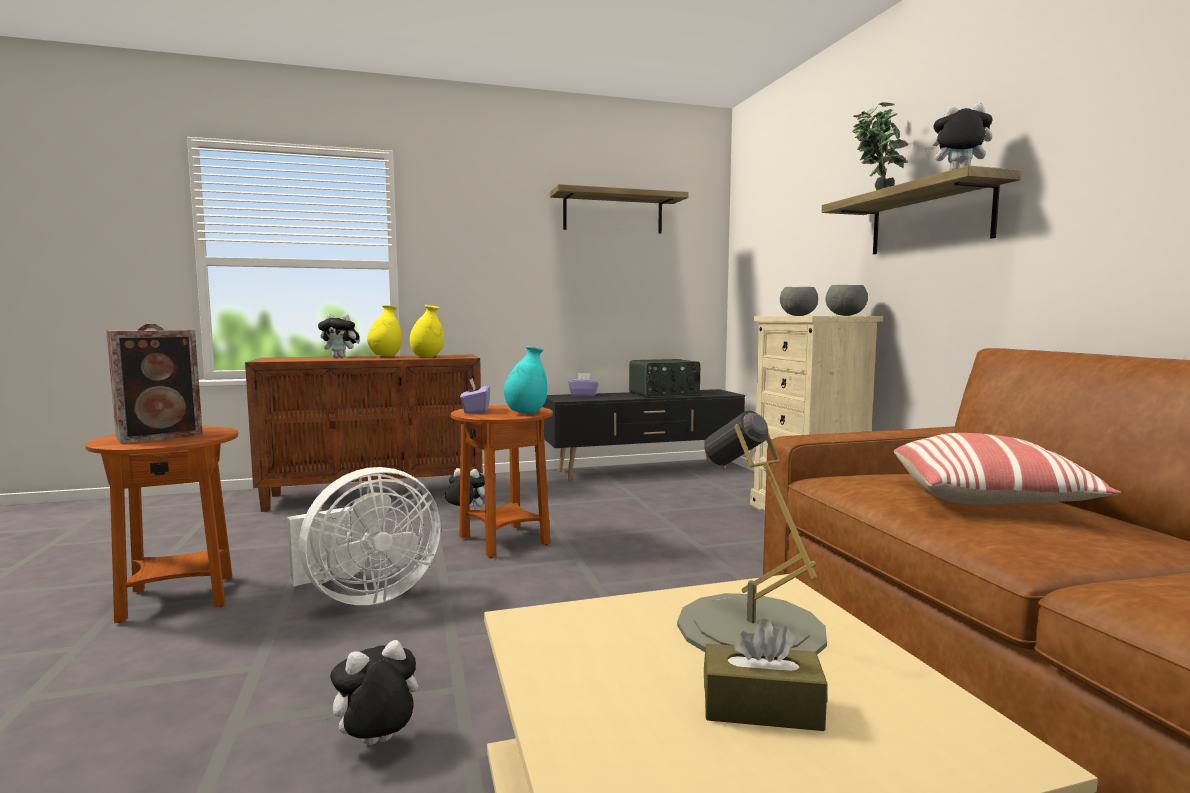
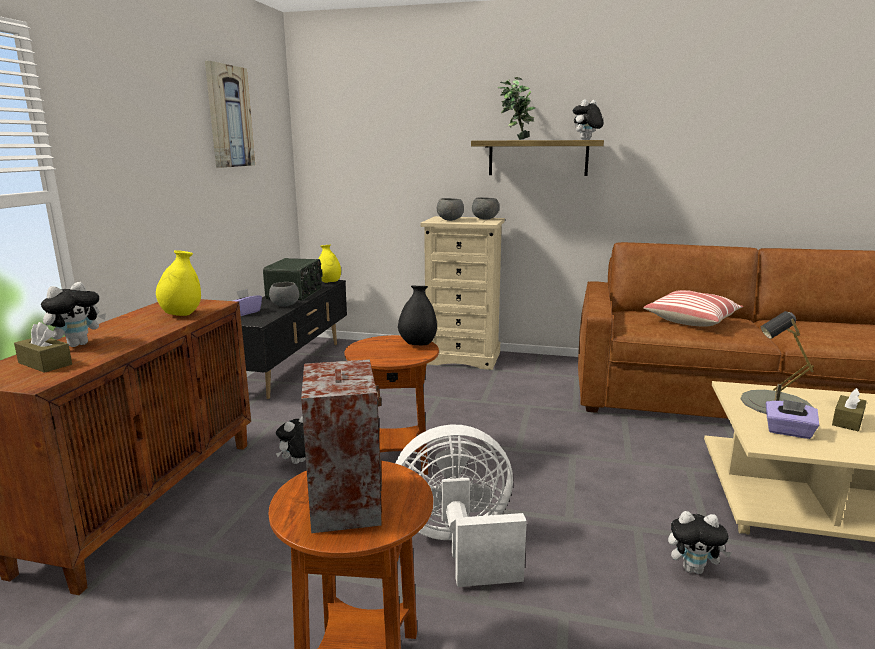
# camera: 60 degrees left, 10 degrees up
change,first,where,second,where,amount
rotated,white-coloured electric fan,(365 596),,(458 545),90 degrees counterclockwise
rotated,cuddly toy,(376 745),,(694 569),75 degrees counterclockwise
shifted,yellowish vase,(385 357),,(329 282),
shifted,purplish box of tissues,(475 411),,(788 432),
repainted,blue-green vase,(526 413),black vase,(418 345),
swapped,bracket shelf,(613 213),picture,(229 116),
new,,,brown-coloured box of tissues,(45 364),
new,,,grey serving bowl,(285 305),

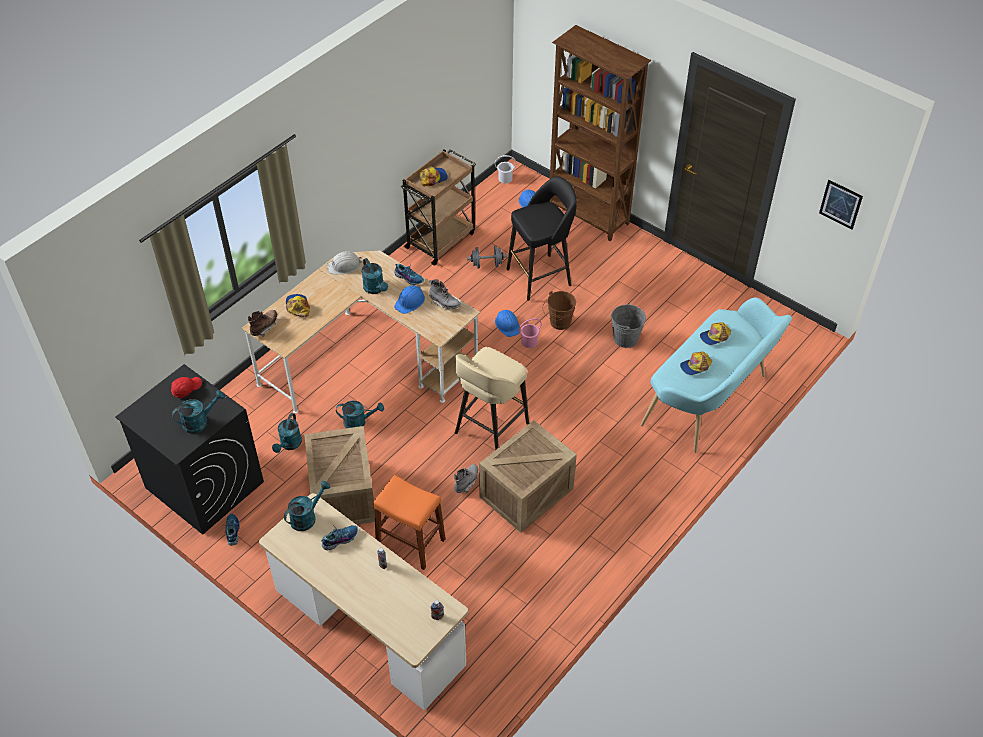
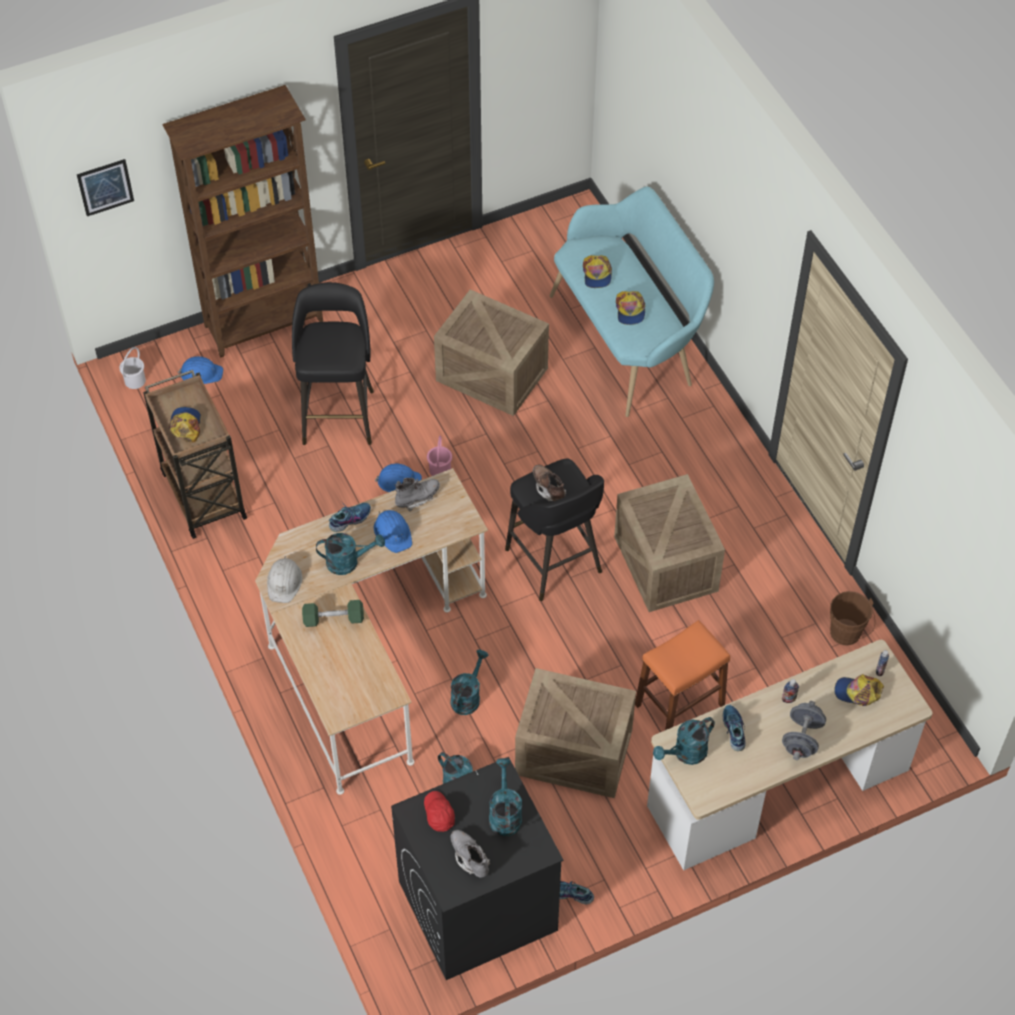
# camera: 65 degrees left, 5 degrees up
change,first,where,second,where,amount
shifted,brown-coloured tall boot,(264 327),,(549 488),
rotated,blue-green watering can,(307 517),,(685 754),105 degrees counterclockwise
shifted,baseball cap,(297 306),,(857 692),
shifted,grey tall boot,(466 482),,(470 857),
repainted,beige-coloured stool,(490 429),black stool,(554 563),
shifted,grey free weight,(487 264),,(802 739),
shifted,brown-coloured bucket,(558 323),,(846 635),
swapped,grey bucket,(625 338),shipping crate,(490 374),
shifted,picture,(840 204),,(105 187),
new,,,green-coloured free weight,(333 619),

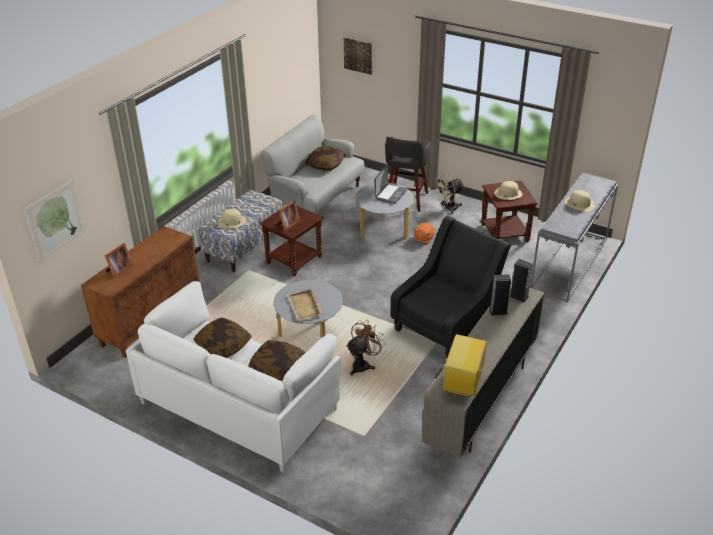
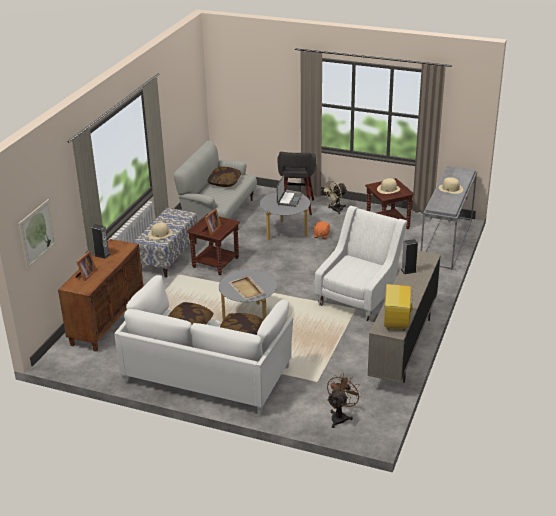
# camera: 10 degrees left, 5 degrees down
change,first,where,second,where,amount
gone,picture,(358 55),,,
shifted,brown-coloured electric fan,(363 364),,(340 416),
repainted,black lounge chair,(446 325),white-coloured lounge chair,(359 297),
shifted,speaker,(519 296),,(102 255),

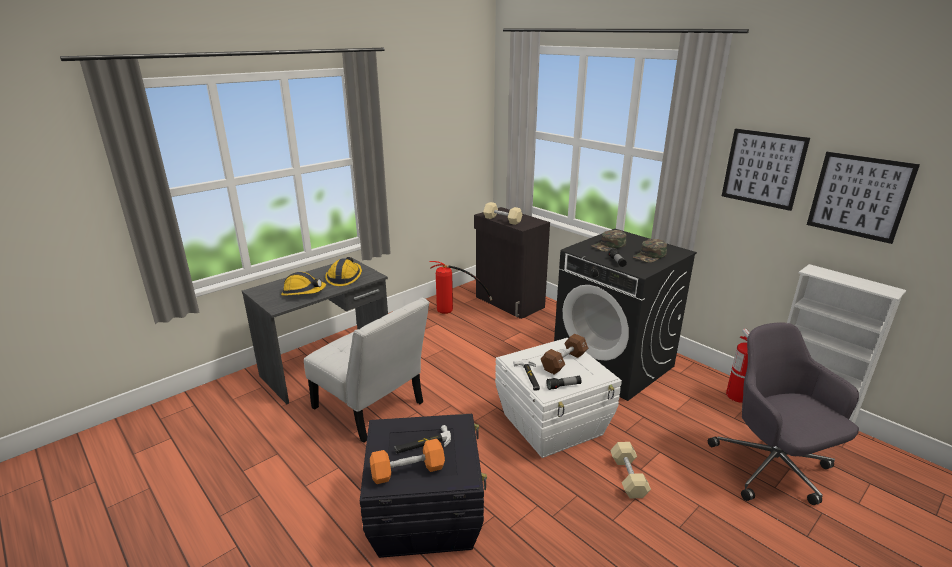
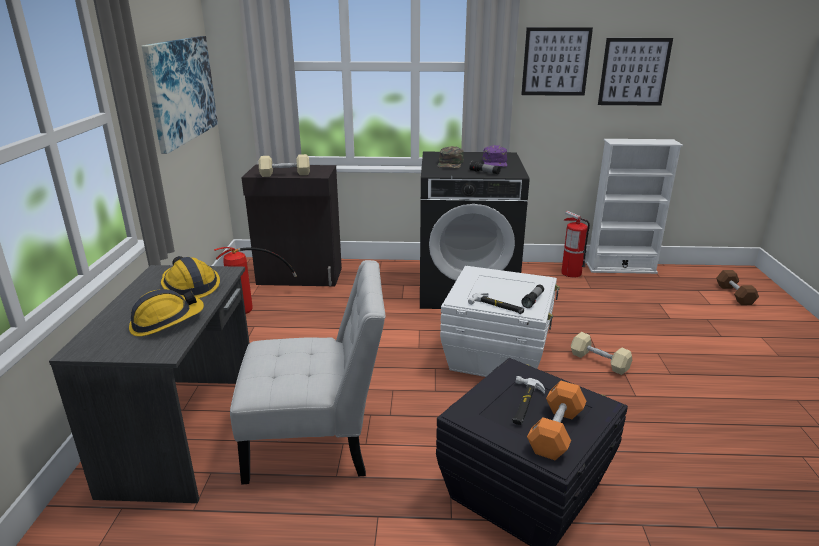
# camera: 45 degrees left, 0 degrees up
change,first,where,second,where,amount
shifted,brown-coloured free weight,(564 362),,(734 294),
repainted,green-coloured baseball cap,(650 256),purplish baseball cap,(495 162),
gone,grey computer chair,(772 469),,,
new,,,picture,(181 90),

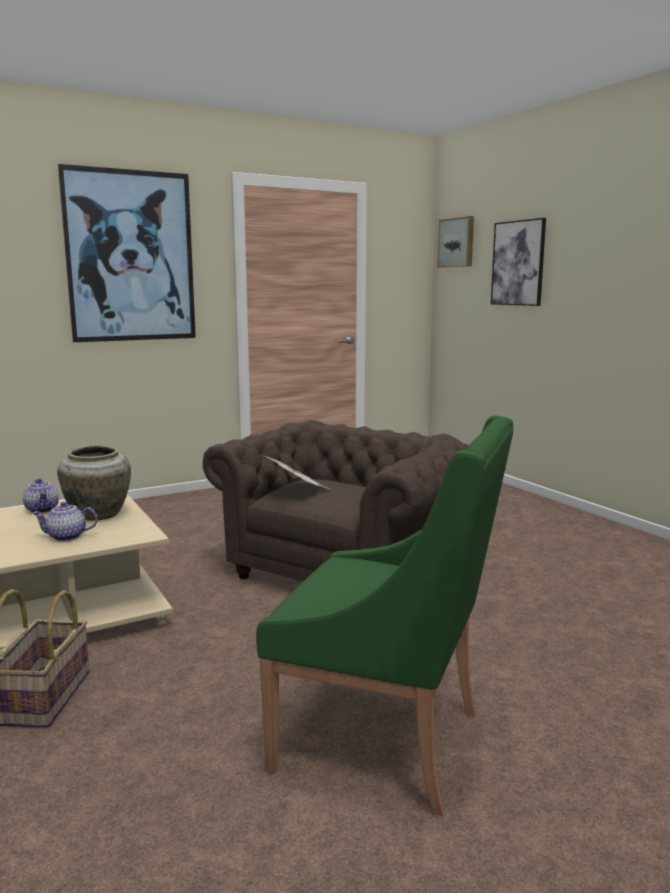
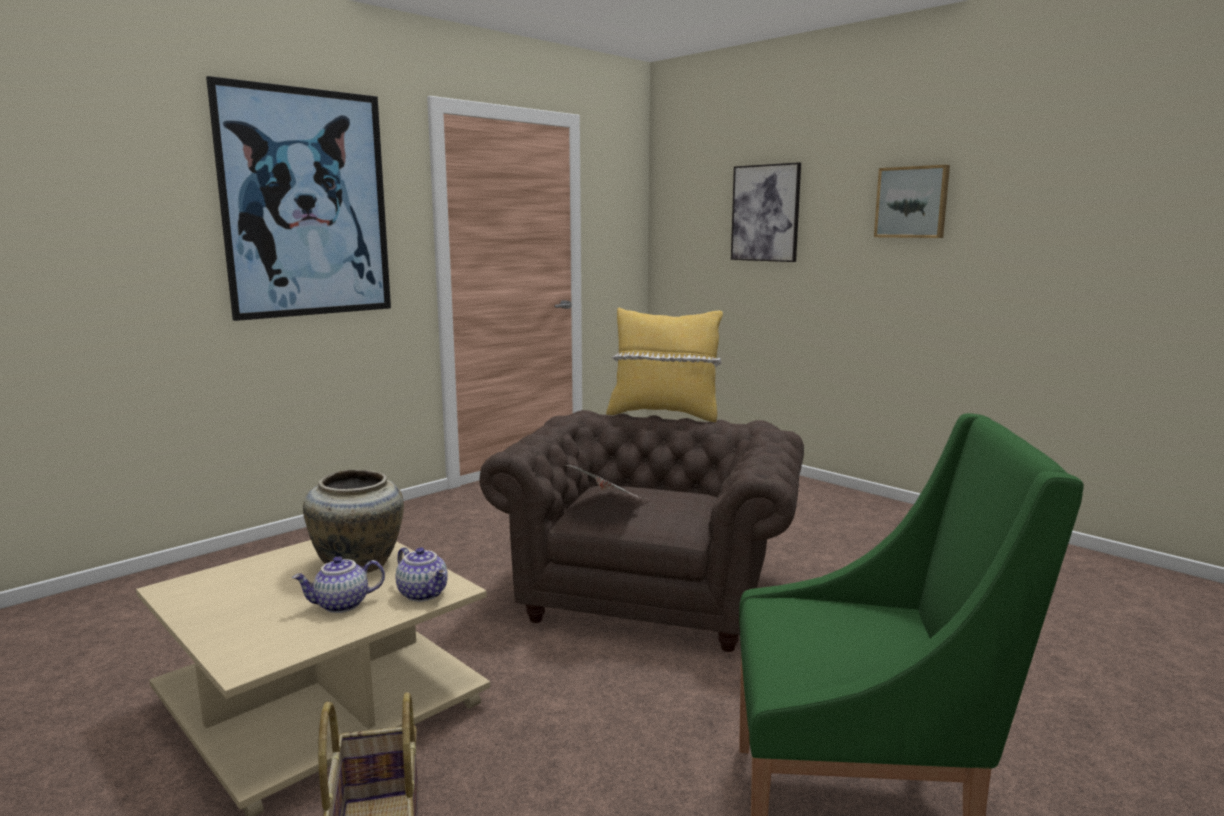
# camera: 15 degrees left, 0 degrees up
change,first,where,second,where,amount
shifted,pot for tea,(43 510),,(424 594),
shifted,picture,(457 242),,(912 202),
new,,,yellowish throw pillow,(664 414),

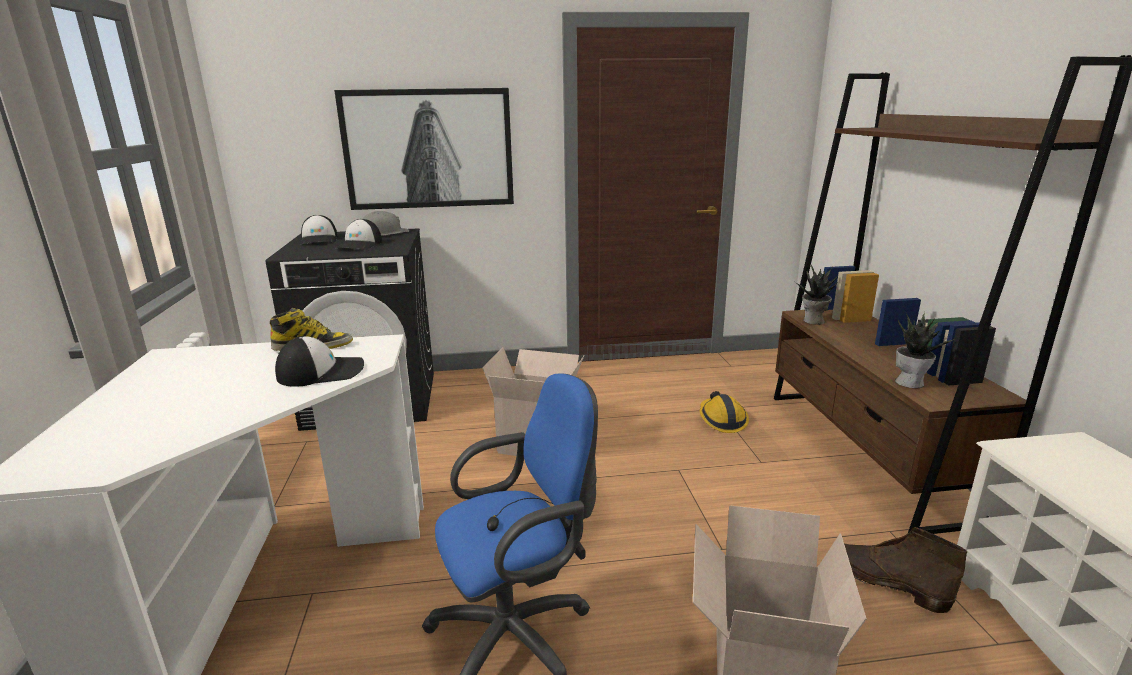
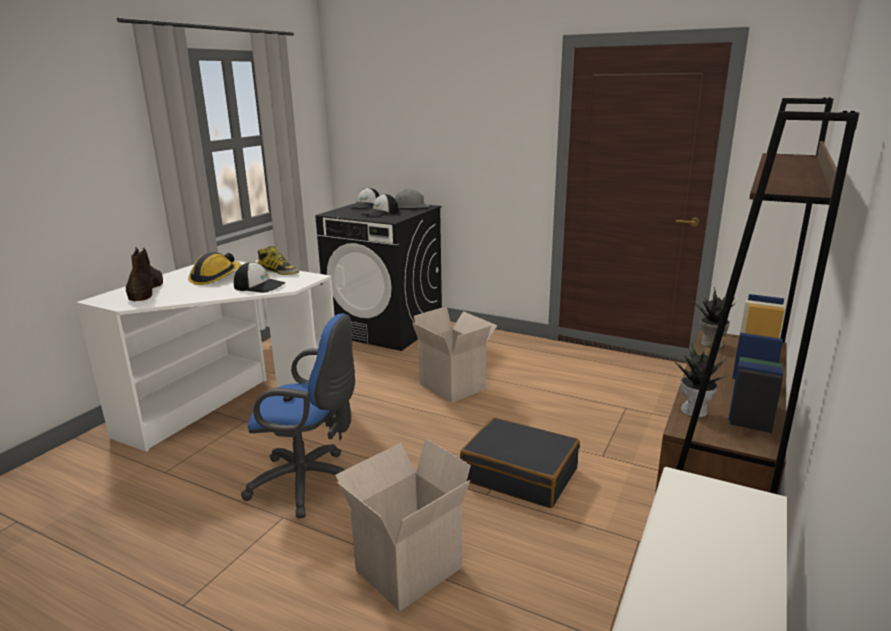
# camera: 35 degrees right, 0 degrees up
change,first,where,second,where,amount
gone,picture,(428 149),,,
shifted,safety helmet,(722 419),,(215 277),
shifted,brown-coloured tall boot,(886 582),,(146 289),
new,,,black suitcase,(520 474),

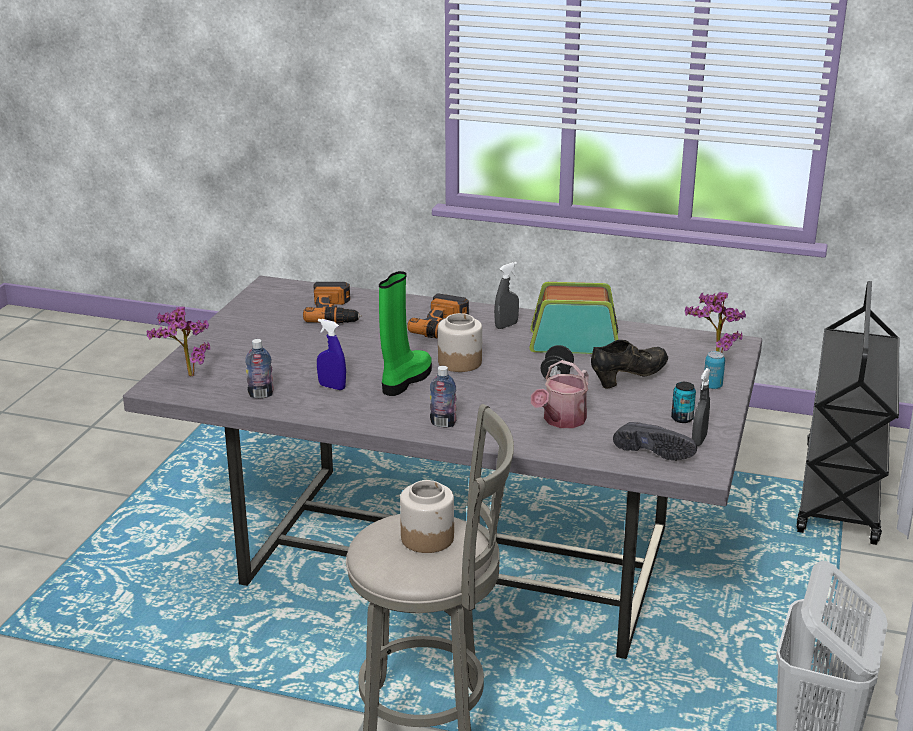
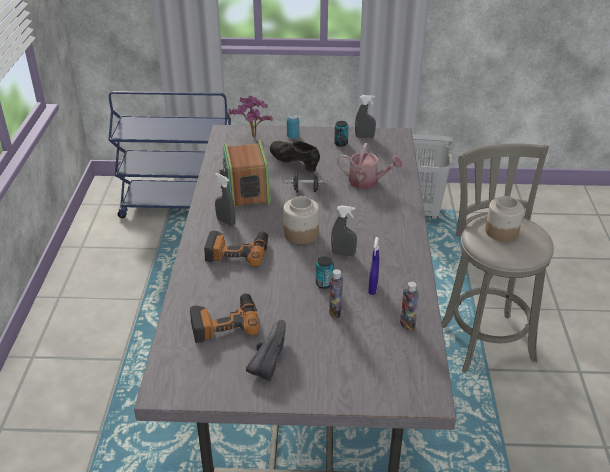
# camera: 105 degrees left, 10 degrees up
change,first,where,second,where,amount
gone,plant in a pot,(185 375),,,
swapped,green-coloured tall boot,(405 380),grey sprayer,(343 254),
shifted,drink bottle,(443 424),,(335 311),
shifted,black low shoe,(655 450),,(267 357),
repainted,black wheeled cart,(841 494),blue wheeled cart,(180 205),
new,,,metal can,(324 284),

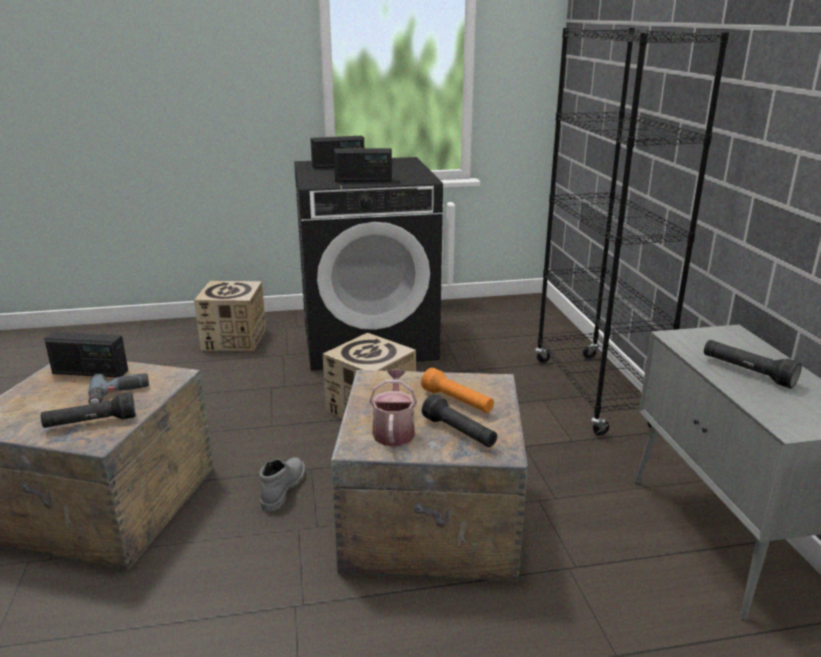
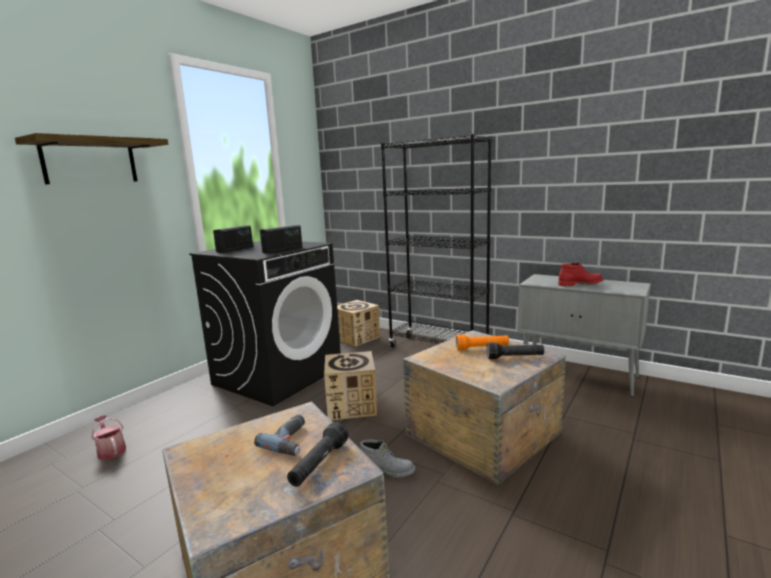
# camera: 45 degrees left, 10 degrees down
change,first,where,second,where,amount
gone,radio receiver,(90 372),,,
shifted,cardboard box,(234 339),,(357 338),
rotated,grey tall boot,(282 488),,(386 470),135 degrees clockwise
shifted,watering can,(394 430),,(111 450),
swapped,black hand torch,(747 372),reddish tall boot,(579 284),
new,,,bracket shelf,(90 161),

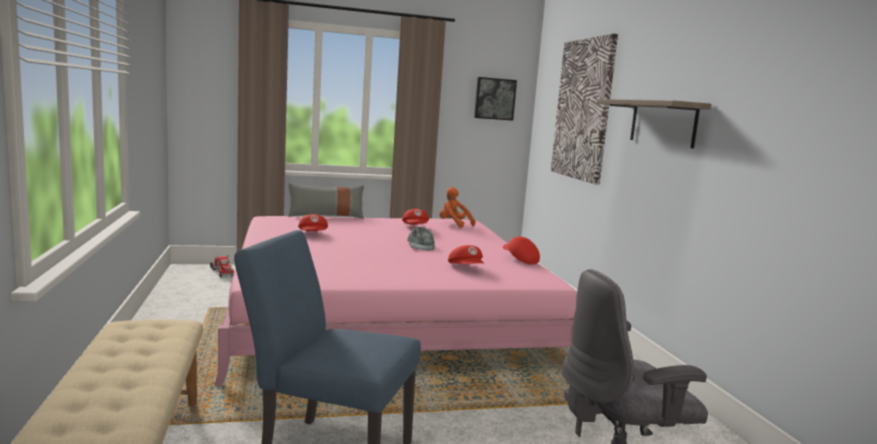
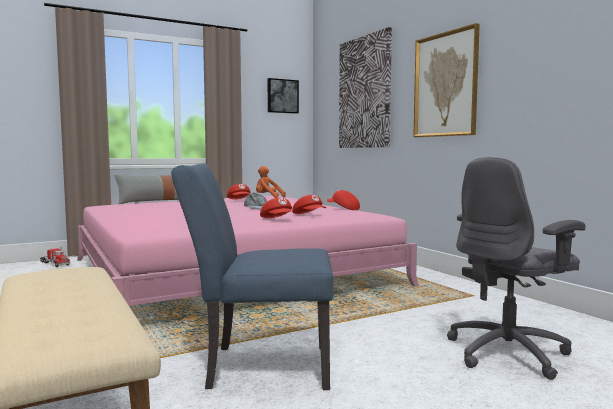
# camera: 15 degrees left, 5 degrees down
change,first,where,second,where,amount
shifted,reddish baseball cap,(313 234),,(278 220),
swapped,bracket shelf,(662 123),picture,(445 85),

